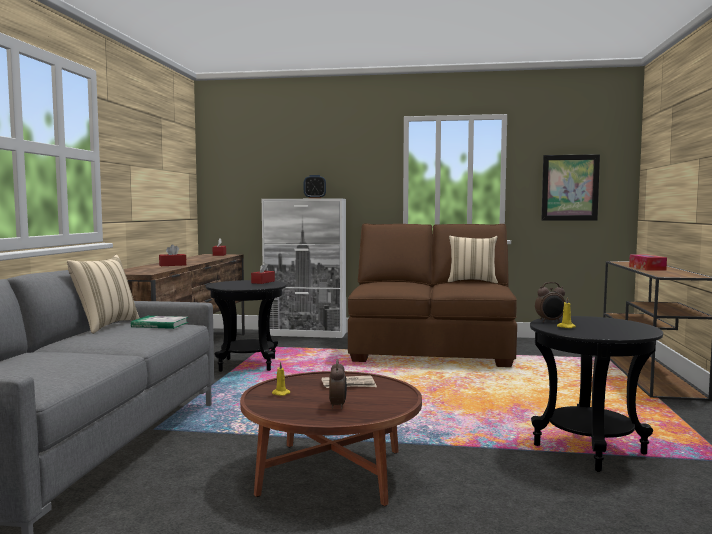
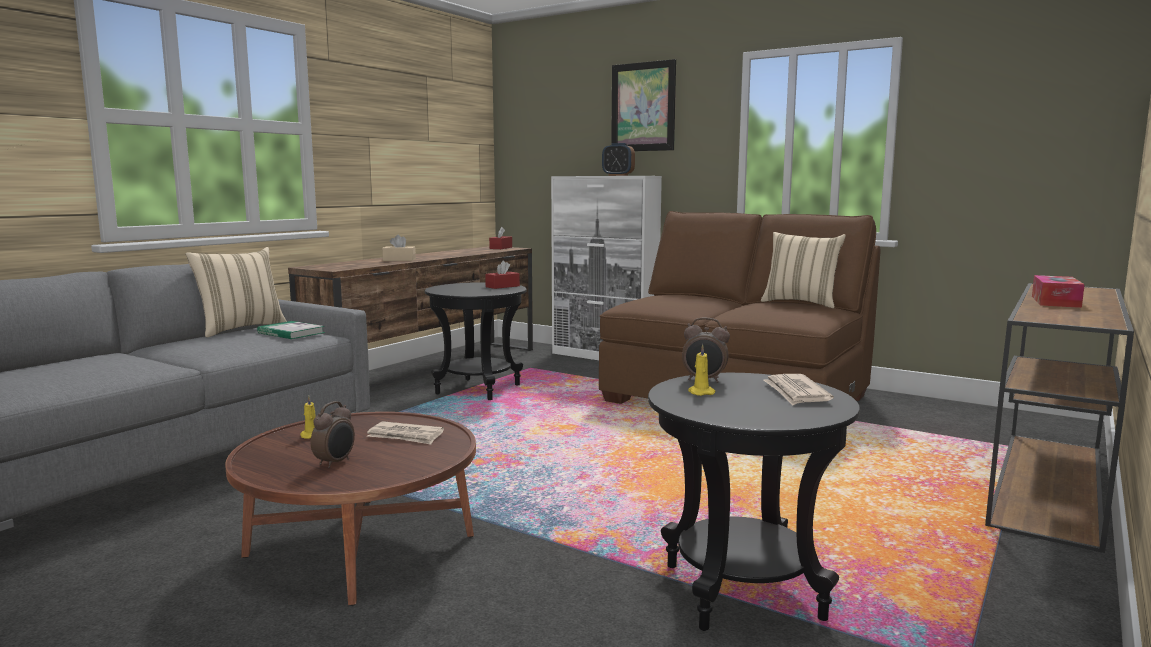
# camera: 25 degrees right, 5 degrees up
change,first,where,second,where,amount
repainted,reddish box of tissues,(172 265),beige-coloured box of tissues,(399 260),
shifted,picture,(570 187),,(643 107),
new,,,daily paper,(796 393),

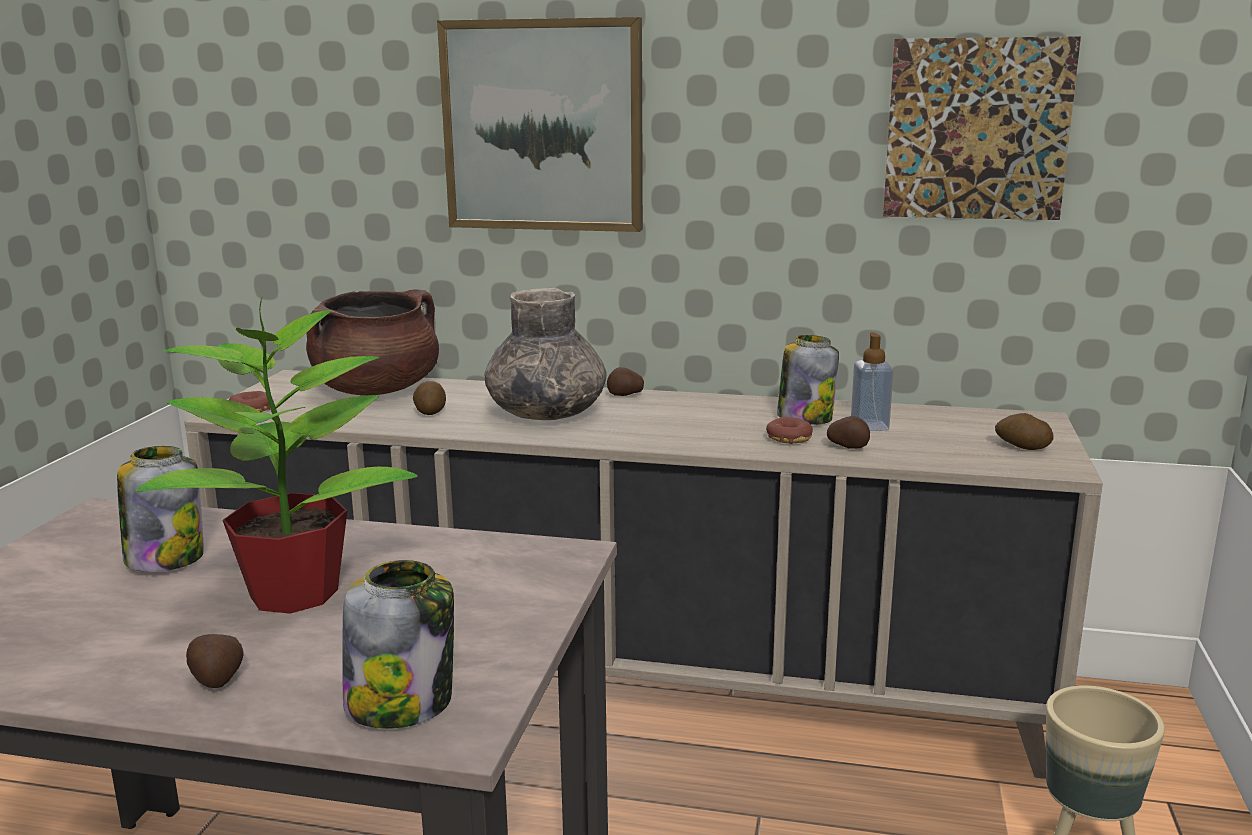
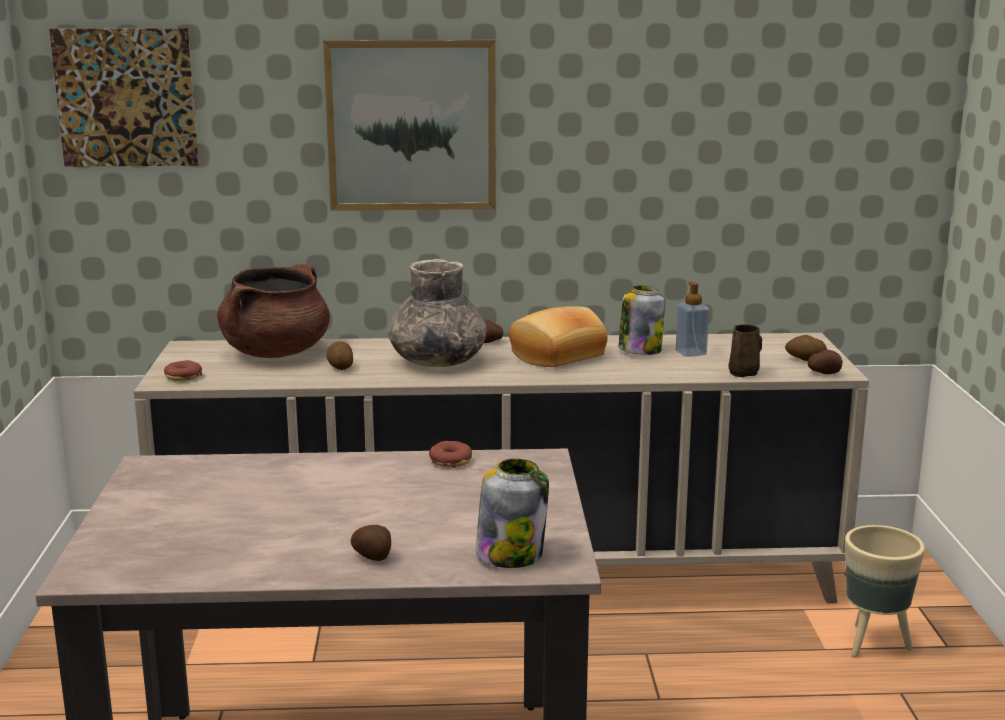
# camera: 15 degrees left, 0 degrees up
change,first,where,second,where,amount
gone,preserve jar,(165 558),,,
gone,plant in a pot,(297 592),,,
shifted,doughnut,(789 438),,(450 461),
shifted,whole potato,(848 447),,(824 373),
shifted,picture,(977 129),,(125 98),
new,,,bread,(559 356),
new,,,brown-coloured tea mug,(744 373),

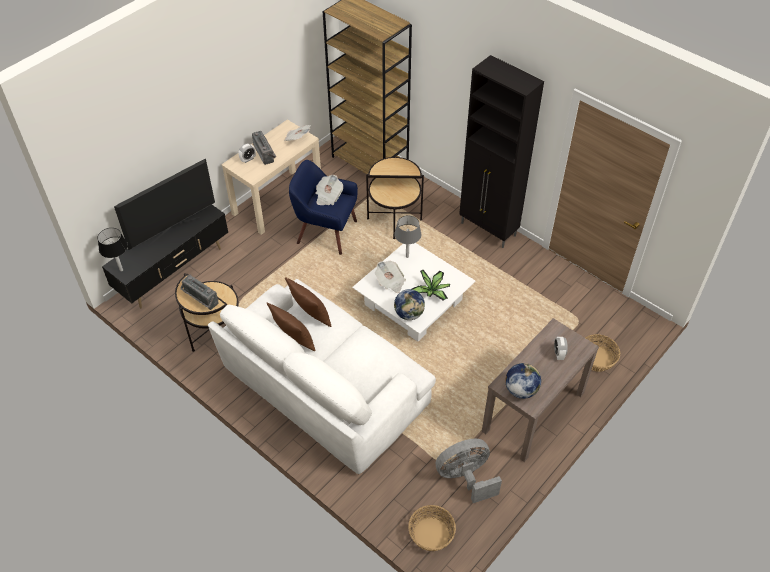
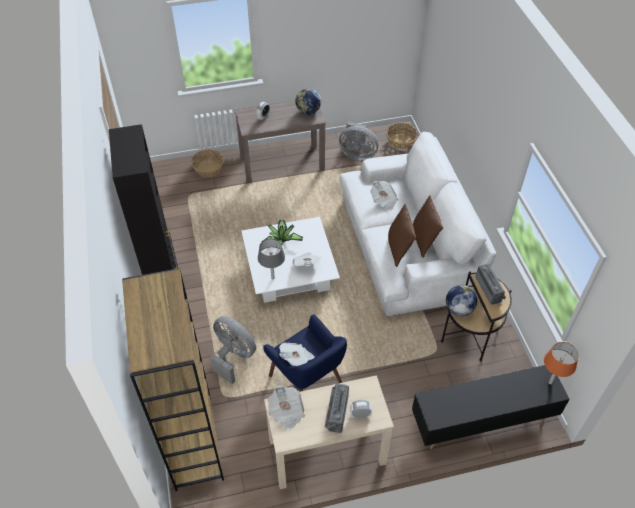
# camera: 145 degrees left, 0 degrees up
change,first,where,second,where,amount
repainted,black lamp for a table,(121 270),orange lamp for a table,(550 382),
gone,TV set,(173 230),,,
swapped,end table,(394 219),grey electric fan,(233 356),
shifted,globe,(409 314),,(458 309),
new,,,daily paper,(383 201),

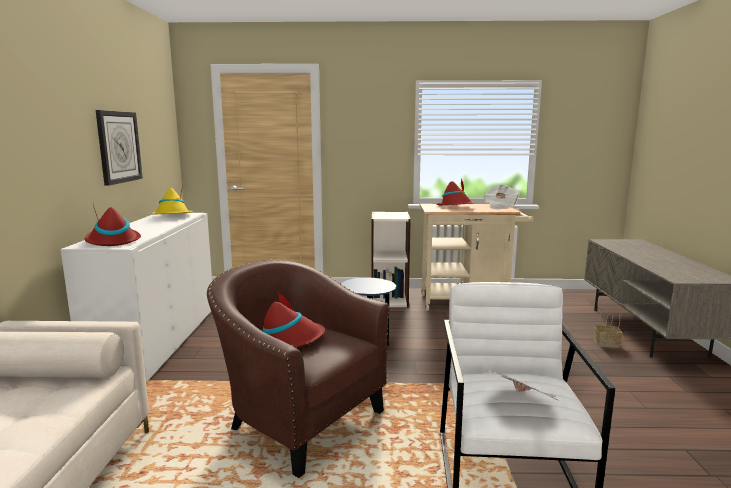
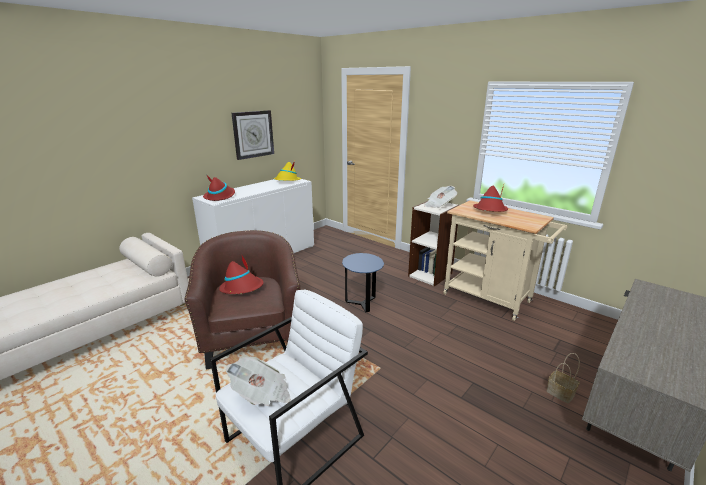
# camera: 40 degrees right, 10 degrees up
change,first,where,second,where,amount
shifted,daily paper,(500 207),,(439 205),

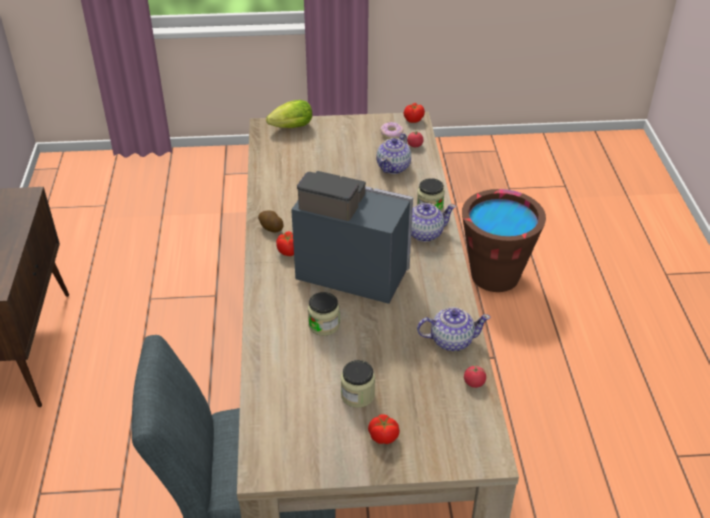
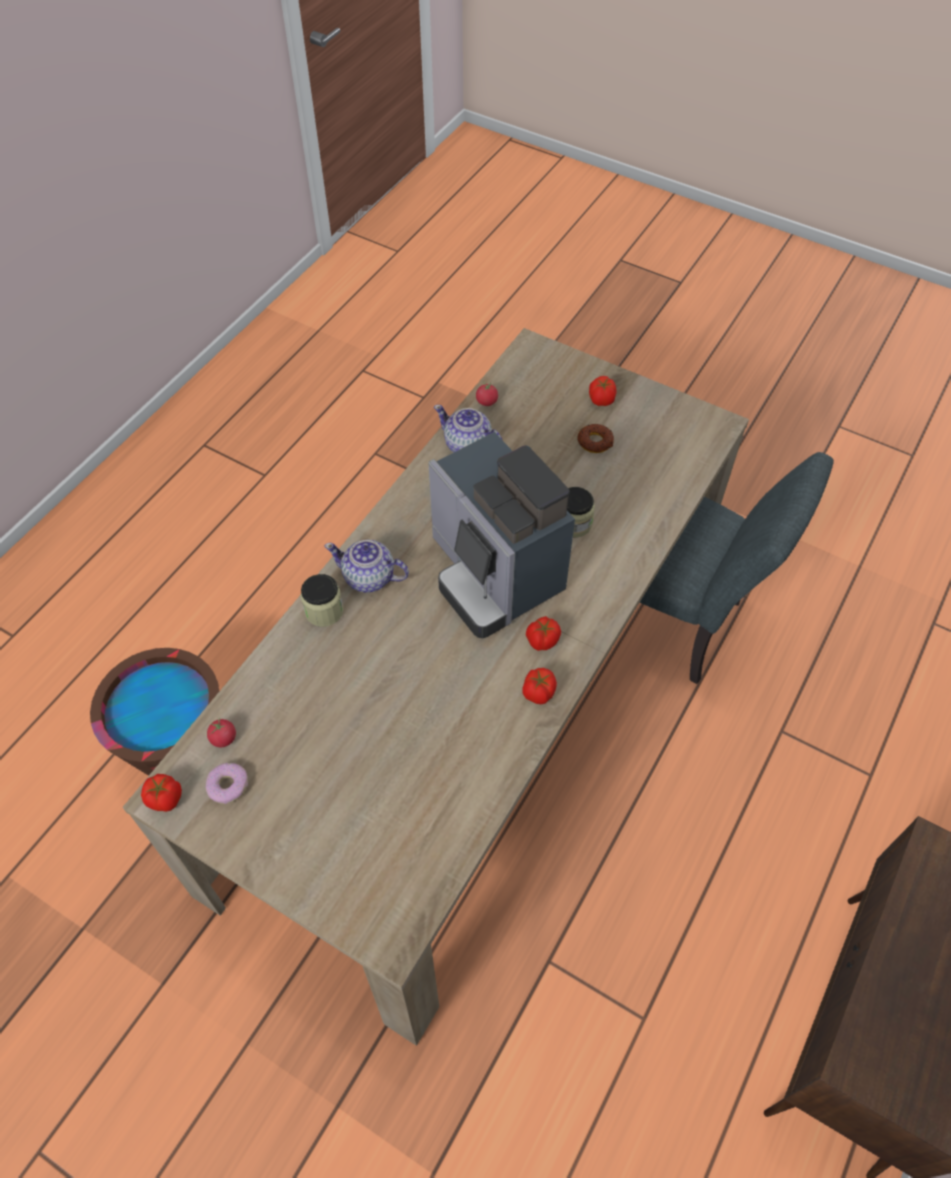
# camera: 145 degrees left, 15 degrees up
change,first,where,second,where,amount
swapped,whole potato,(271 228),whole tomato,(538 693),
gone,head of lettuce,(289 128),,,
swapped,preserve jar,(357 395),doughnut,(595 442),
gone,pot for tea,(394 167),,,

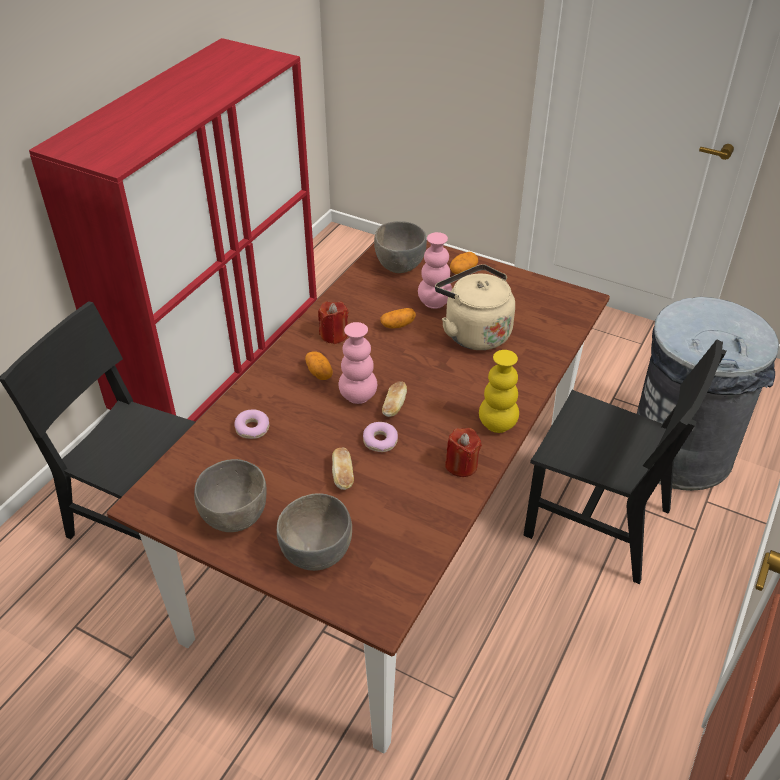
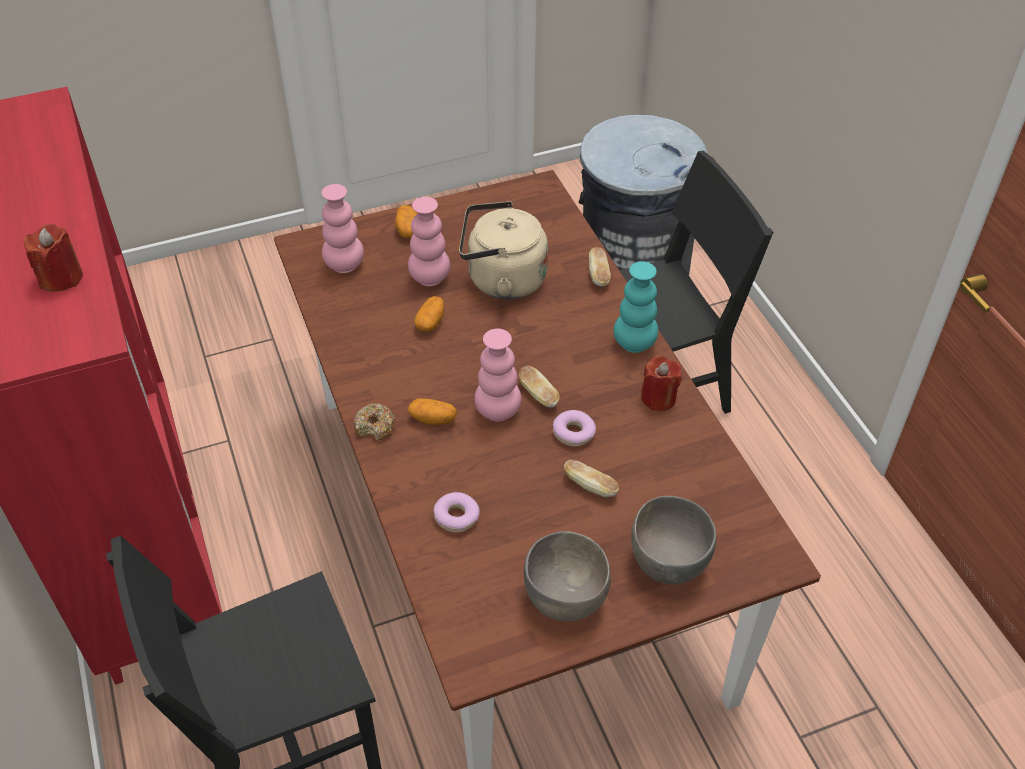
# camera: 50 degrees left, 5 degrees up
change,first,where,second,where,amount
shifted,reddish wax light,(334 335),,(61 278),
swapped,grey serving bowl,(399 265),pink vase,(344 265),
repainted,yellowish vase,(497 425),blue-green vase,(634 344),
new,,,doughnut,(375 426),
new,,,bread,(599 274),

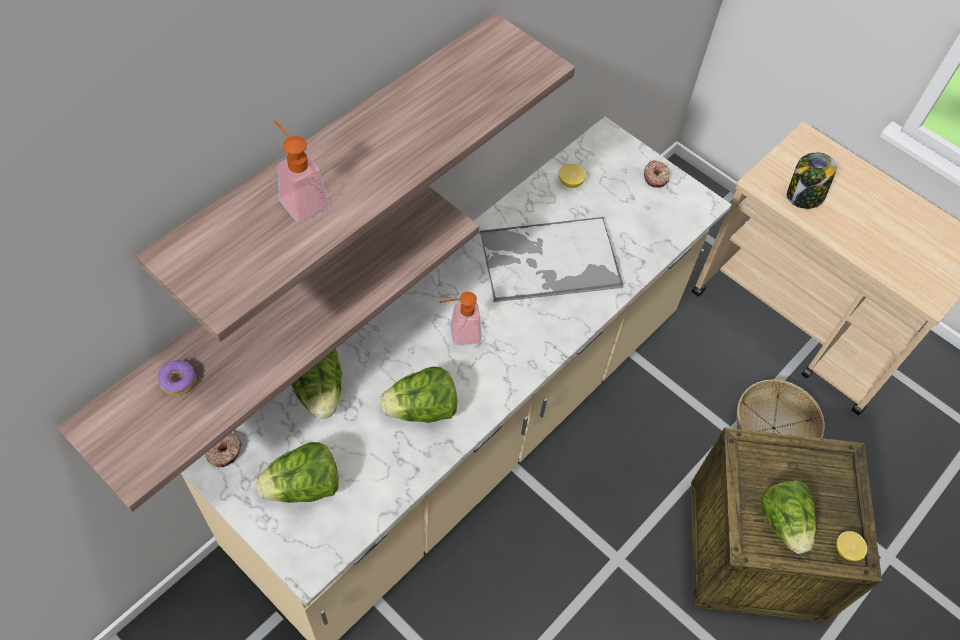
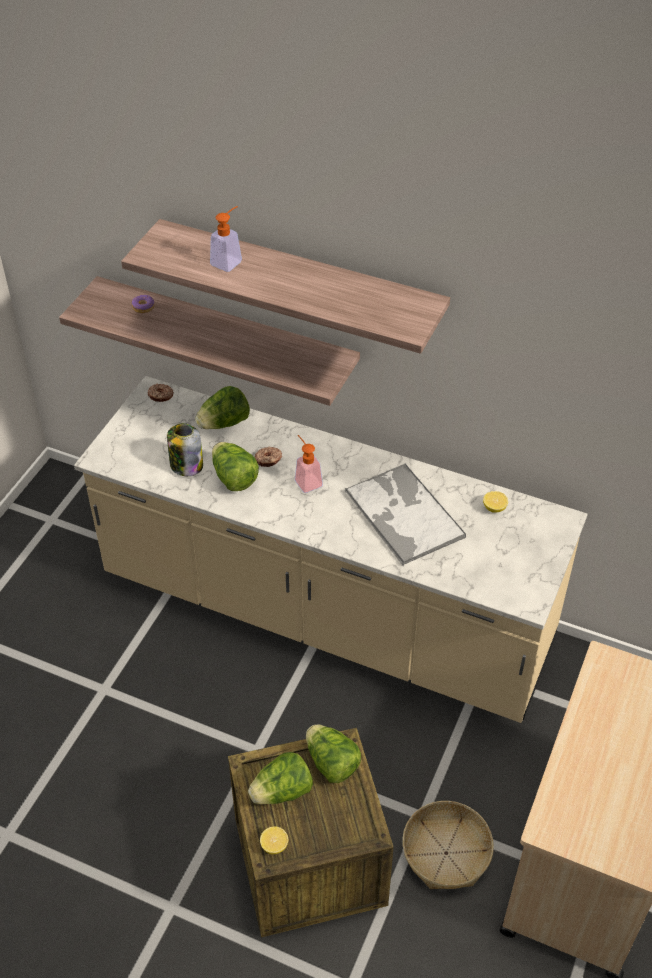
# camera: 75 degrees right, 10 degrees down
change,first,where,second,where,amount
shifted,head of lettuce,(303 487),,(331 763),
shifted,doughnut,(656 177),,(268 460),
shifted,preserve jar,(804 196),,(186 465),

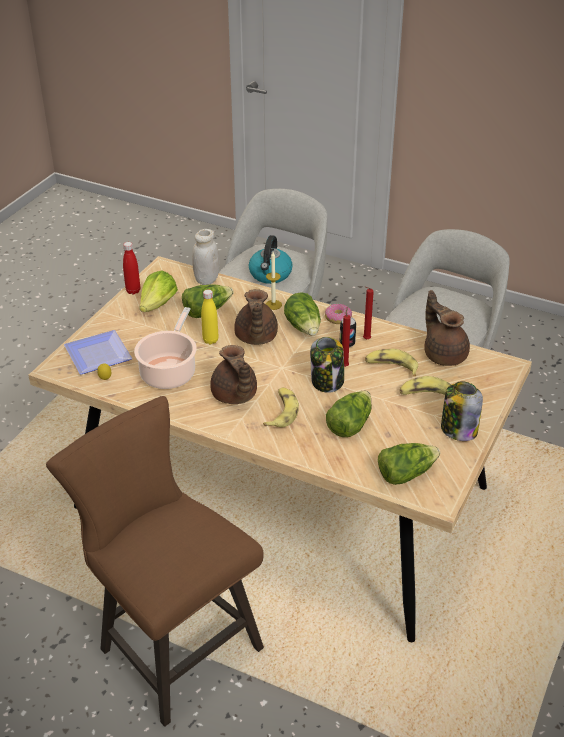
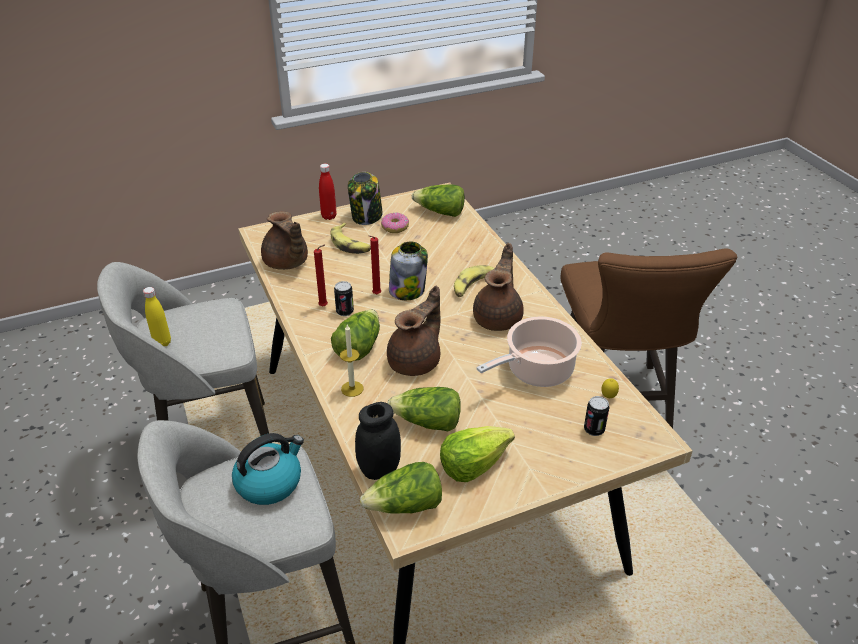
# camera: 140 degrees left, 0 degrees up
change,first,where,second,where,amount
swapped,dinner plate,(100 355),metal can,(594 429),
shifted,reddish drink bottle,(133 291),,(329 216),
repainted,white-coloured preserve jar,(206 279),black preserve jar,(379 469),
shifted,yellowish drink bottle,(210 340),,(162 343),
shifted,doughnut,(338 318),,(395 227),
shifted,head of lettuce,(349 424),,(405 506),
gone,banana,(391 367),,,
rotated,brown-coloured pot for tea,(444 354),,(286 263),45 degrees counterclockwise

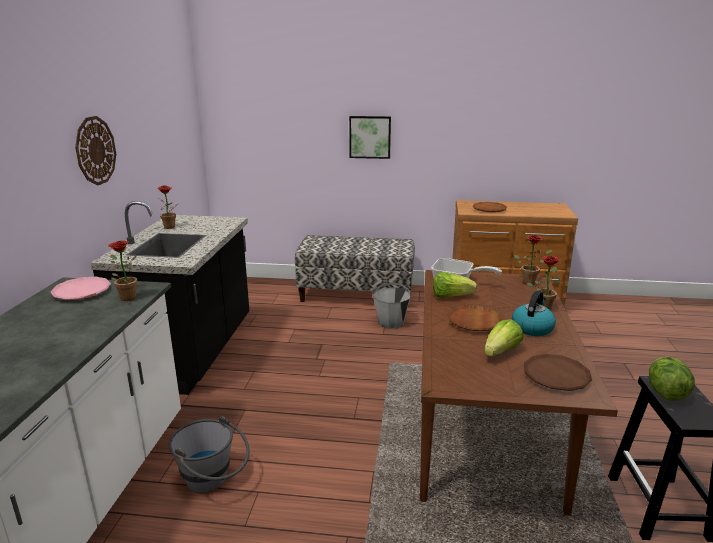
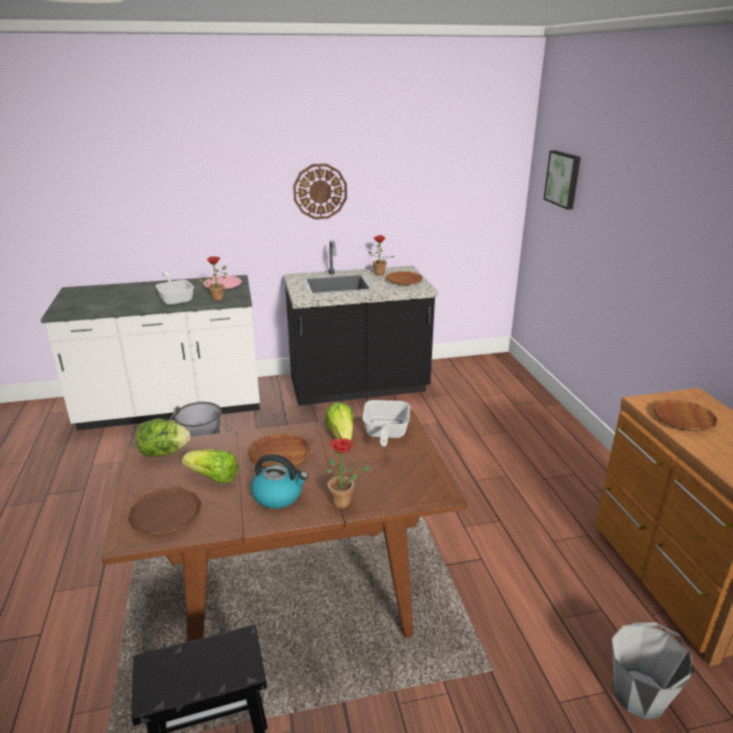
# camera: 70 degrees right, 5 degrees up
change,first,where,second,where,amount
gone,long seat,(356 294),,,
shifted,picture,(370 137),,(563 179),
shifted,grey bucket,(391 322),,(639 695),
gone,plant in a pot,(530 282),,,
shifted,head of lettuce,(665 393),,(164 453),
new,,,skillet,(176 299),
new,,,brown-coloured dinner plate,(404 281),

